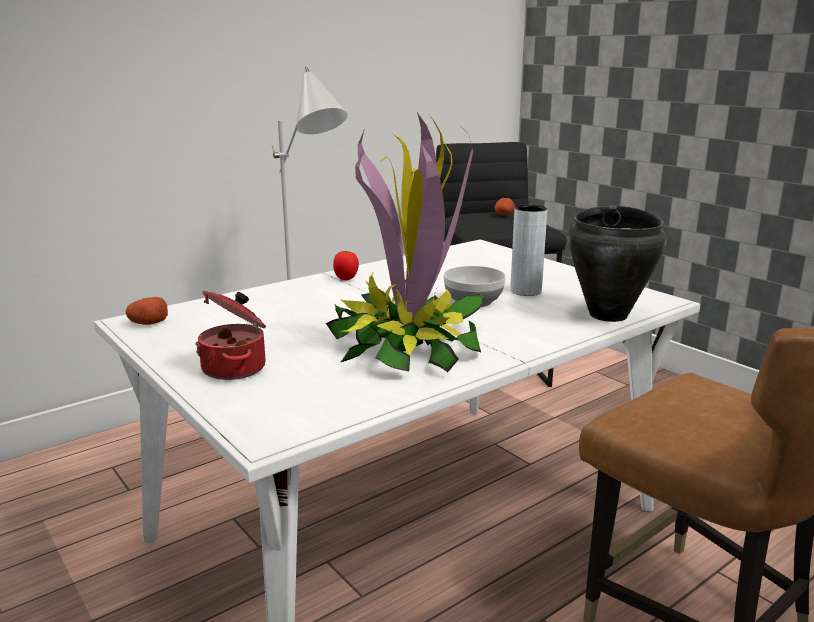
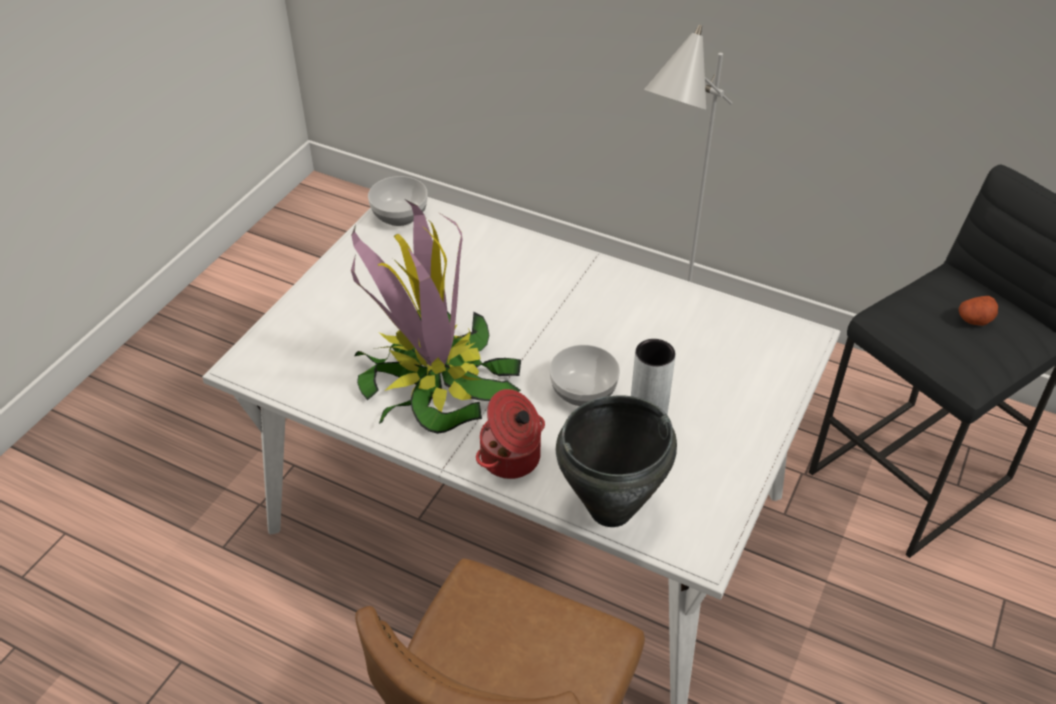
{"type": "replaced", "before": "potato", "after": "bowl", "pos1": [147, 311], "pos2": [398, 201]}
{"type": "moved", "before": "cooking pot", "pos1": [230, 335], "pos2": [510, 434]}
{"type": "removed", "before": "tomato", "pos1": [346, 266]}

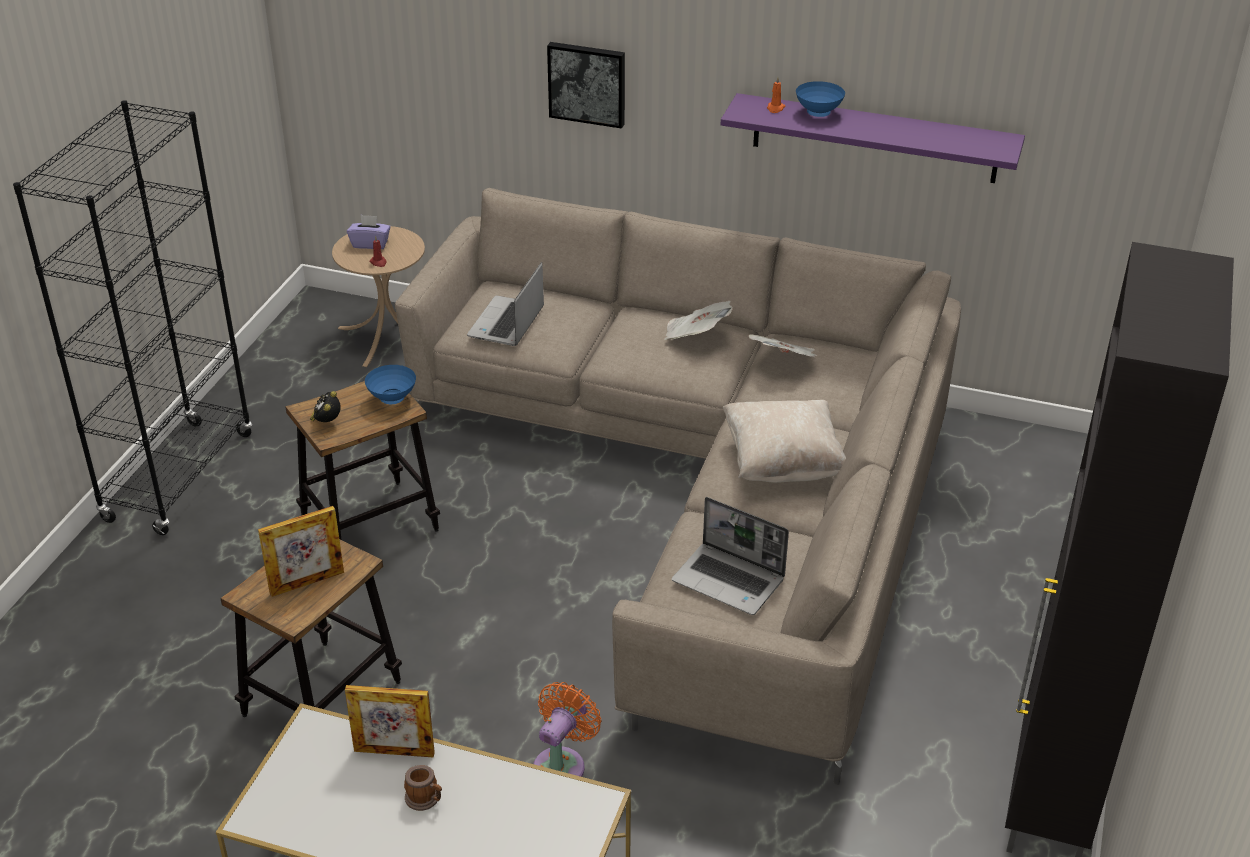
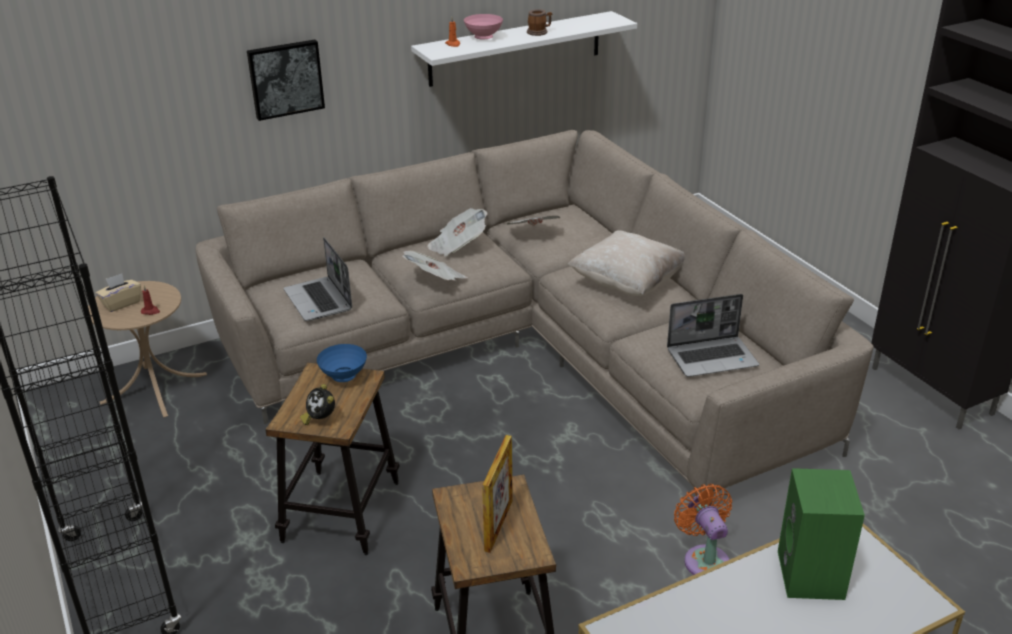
{"type": "removed", "before": "picture frame", "pos1": [390, 721]}
{"type": "recoloured", "before": "tissue box/purple", "after": "tissue box/beige", "pos1": [368, 232], "pos2": [118, 292]}
{"type": "moved", "before": "mug", "pos1": [423, 788], "pos2": [539, 22]}
{"type": "recoloured", "before": "shelf/purple", "after": "shelf/white", "pos1": [873, 138], "pos2": [524, 49]}
{"type": "recoloured", "before": "bowl/blue", "after": "bowl/pink", "pos1": [820, 99], "pos2": [483, 26]}
{"type": "added", "after": "newspaper", "pos2": [435, 265]}
{"type": "added", "after": "speaker/green", "pos2": [821, 534]}

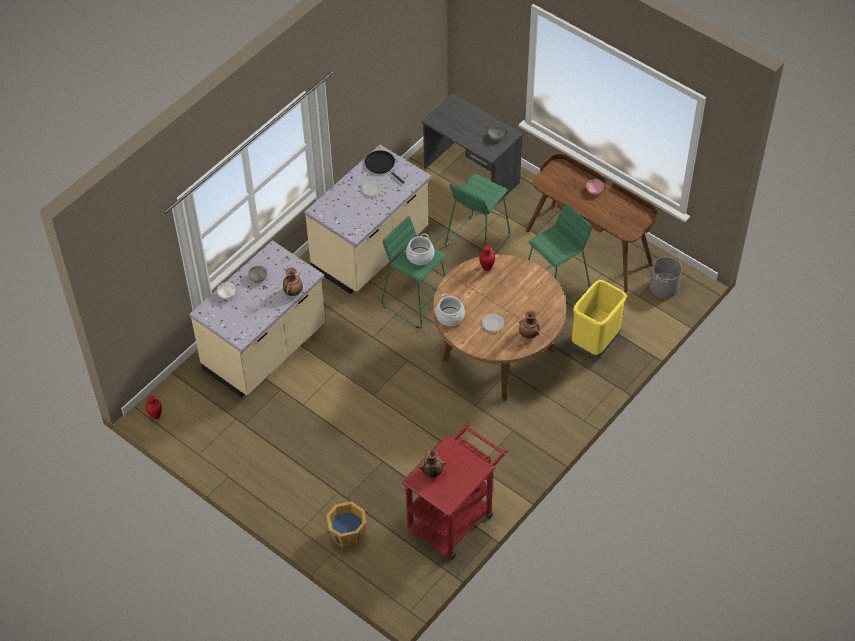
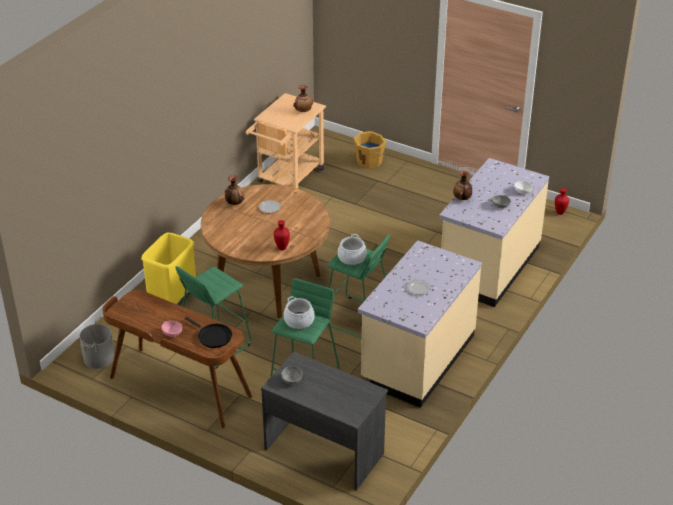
{"type": "moved", "before": "frying pan/black", "pos1": [385, 167], "pos2": [208, 332]}
{"type": "recoloured", "before": "cart/red", "after": "cart/beige", "pos1": [454, 491], "pos2": [286, 140]}
{"type": "moved", "before": "cooking pot", "pos1": [450, 309], "pos2": [299, 312]}

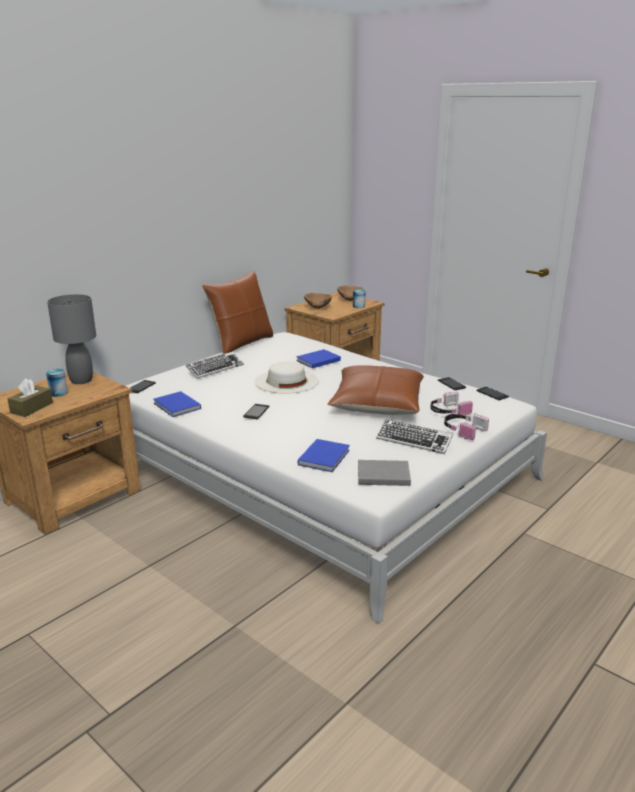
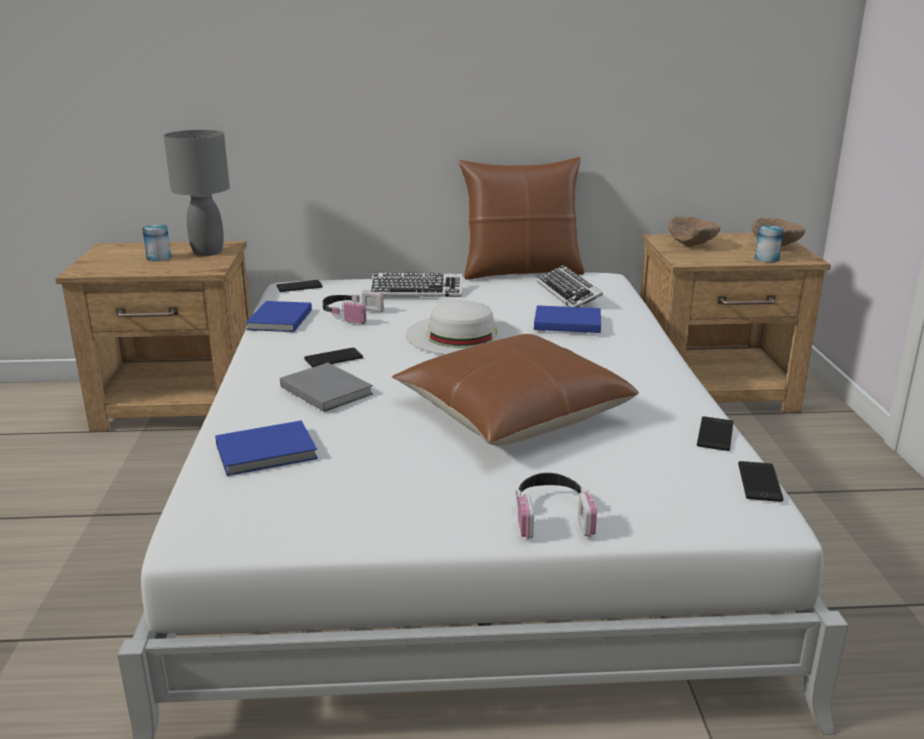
{"type": "removed", "before": "tissue box/brown", "pos1": [30, 397]}
{"type": "moved", "before": "book/grey", "pos1": [384, 473], "pos2": [326, 387]}
{"type": "moved", "before": "keyboard", "pos1": [414, 436], "pos2": [570, 286]}
{"type": "moved", "before": "headphones", "pos1": [452, 403], "pos2": [353, 306]}

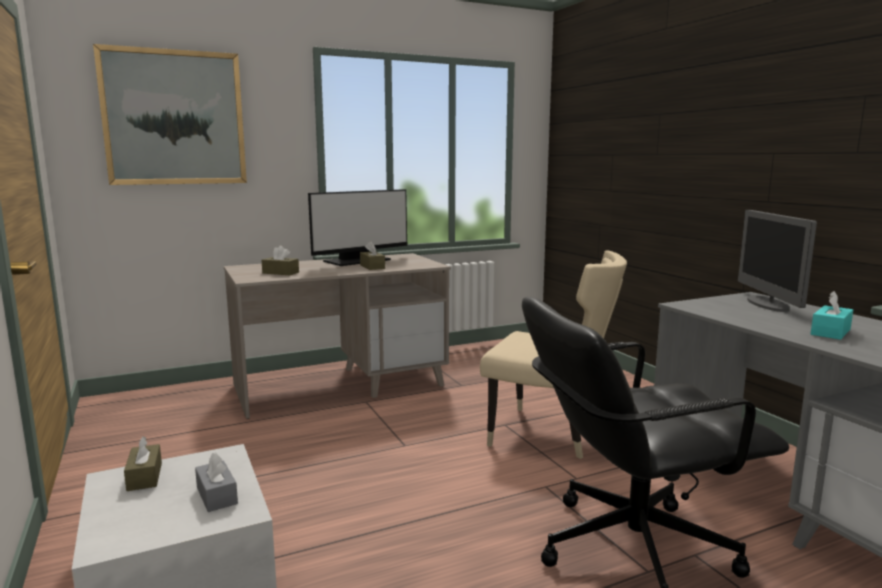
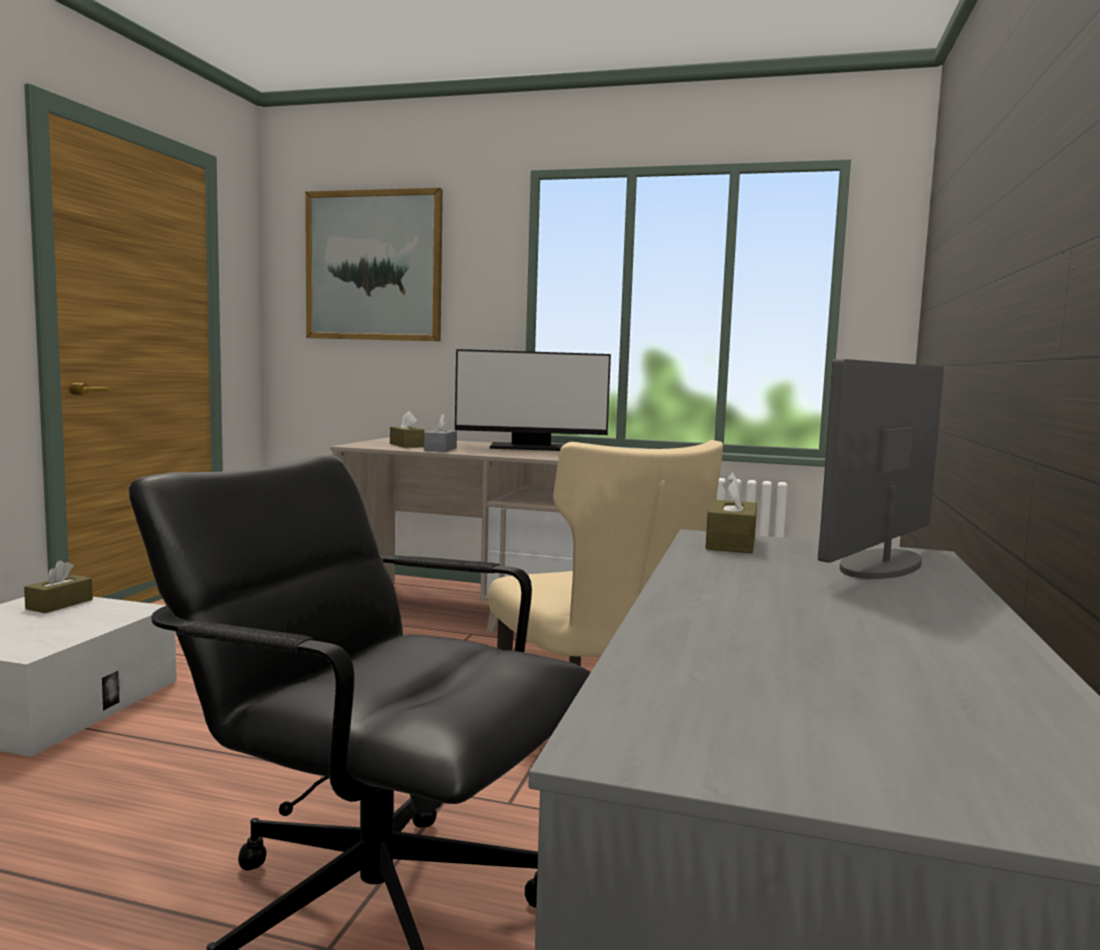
{"type": "moved", "before": "tissue box/grey", "pos1": [216, 482], "pos2": [440, 433]}
{"type": "moved", "before": "tissue box/brown", "pos1": [372, 255], "pos2": [731, 512]}
{"type": "removed", "before": "tissue box/turquoise", "pos1": [832, 315]}

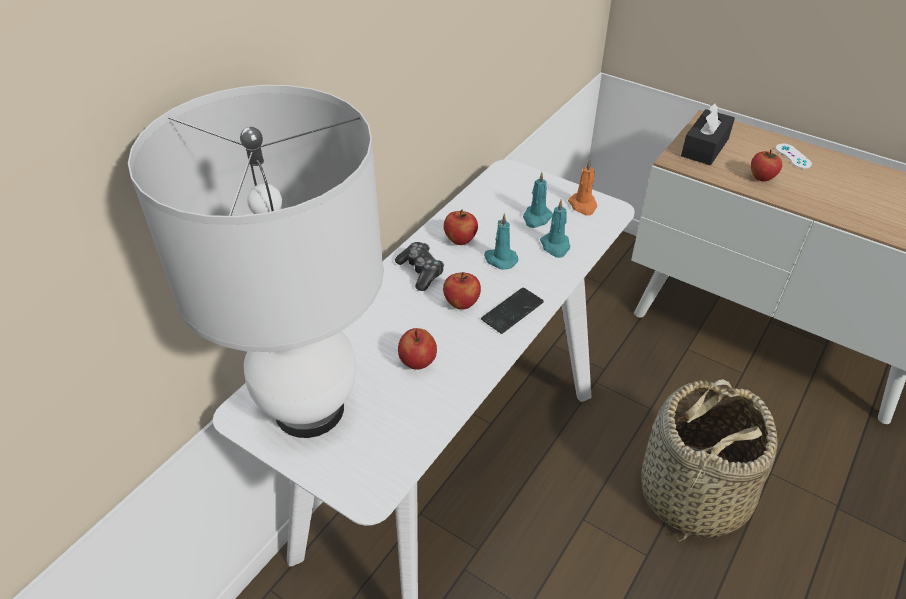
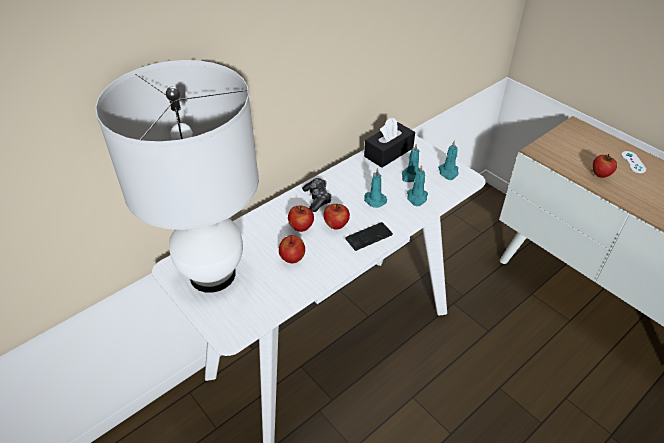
{"type": "moved", "before": "apple", "pos1": [461, 227], "pos2": [301, 219]}
{"type": "recoloured", "before": "candle/orange", "after": "candle/turquoise", "pos1": [582, 187], "pos2": [448, 160]}
{"type": "removed", "before": "basket", "pos1": [709, 460]}
{"type": "moved", "before": "tissue box/black", "pos1": [708, 133], "pos2": [389, 143]}

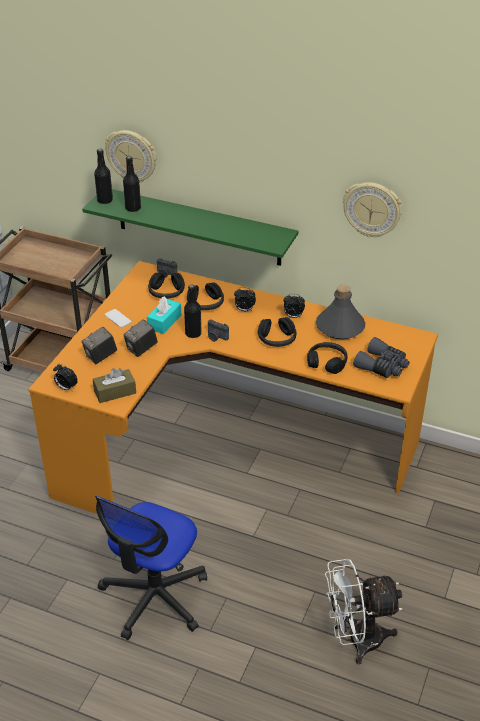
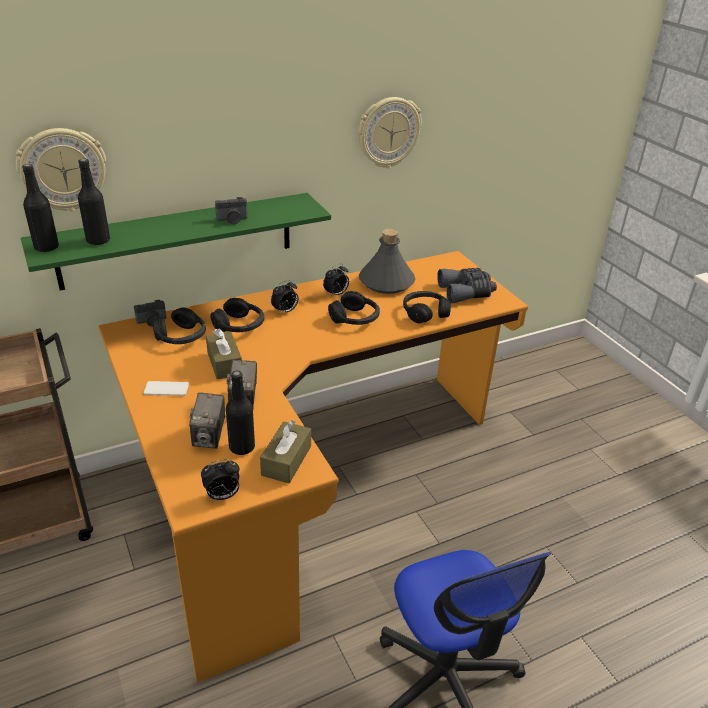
{"type": "recoloured", "before": "tissue box/turquoise", "after": "tissue box/brown", "pos1": [164, 315], "pos2": [224, 354]}
{"type": "moved", "before": "bottle/black", "pos1": [193, 311], "pos2": [240, 413]}
{"type": "moved", "before": "photo camera", "pos1": [218, 330], "pos2": [231, 210]}
{"type": "removed", "before": "fan/white", "pos1": [363, 611]}

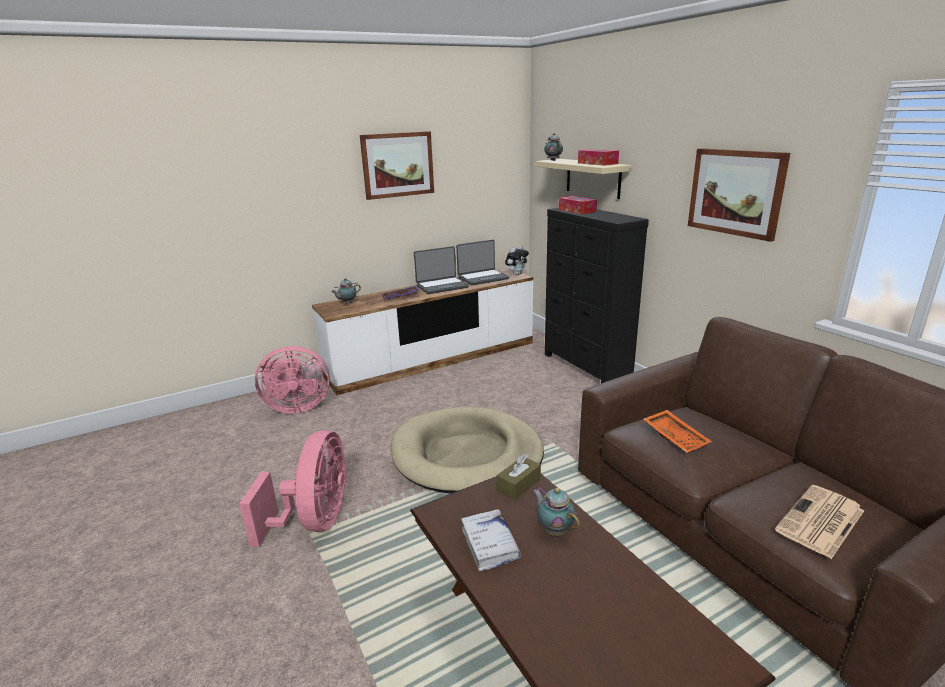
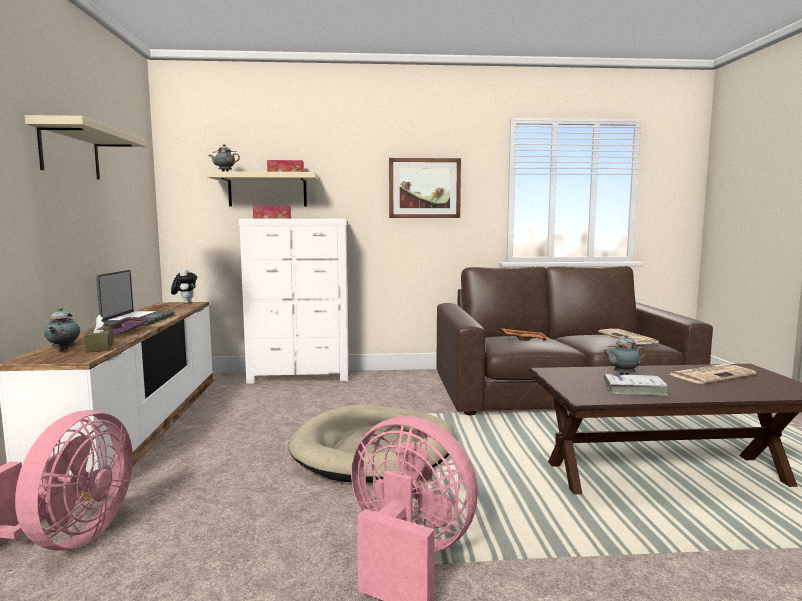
{"type": "replaced", "before": "picture", "after": "shelf/beige", "pos1": [397, 165], "pos2": [86, 147]}
{"type": "removed", "before": "laptop", "pos1": [482, 262]}
{"type": "moved", "before": "tissue box/brown", "pos1": [519, 477], "pos2": [99, 333]}
{"type": "recoloured", "before": "dresser/black", "after": "dresser/white", "pos1": [597, 295], "pos2": [294, 301]}
{"type": "added", "after": "newspaper", "pos2": [712, 374]}

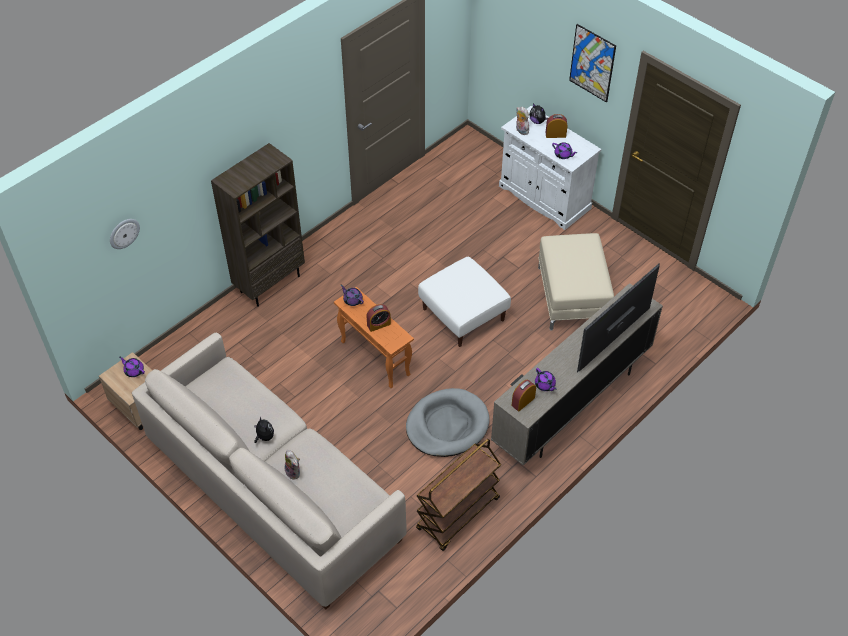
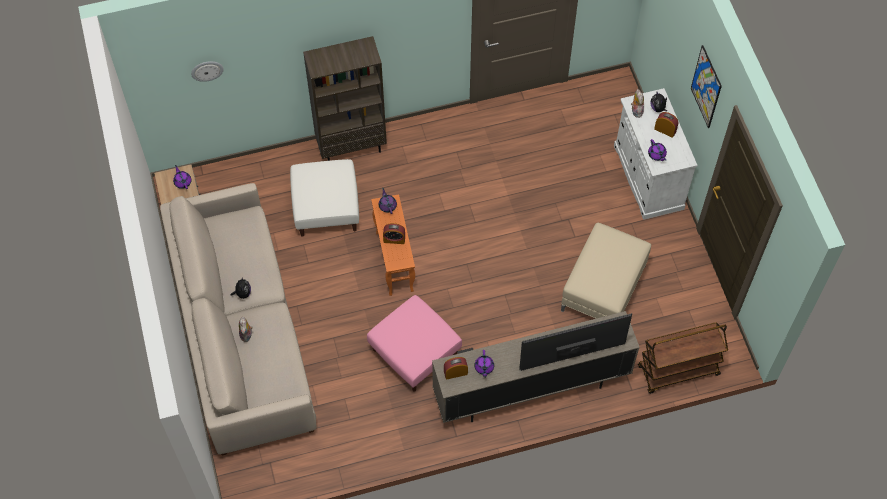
{"type": "replaced", "before": "dog bed/grey", "after": "ottoman/pink", "pos1": [448, 422], "pos2": [414, 343]}
{"type": "moved", "before": "cart/brown", "pos1": [458, 495], "pos2": [683, 358]}
{"type": "moved", "before": "ottoman/white", "pos1": [464, 302], "pos2": [324, 198]}

